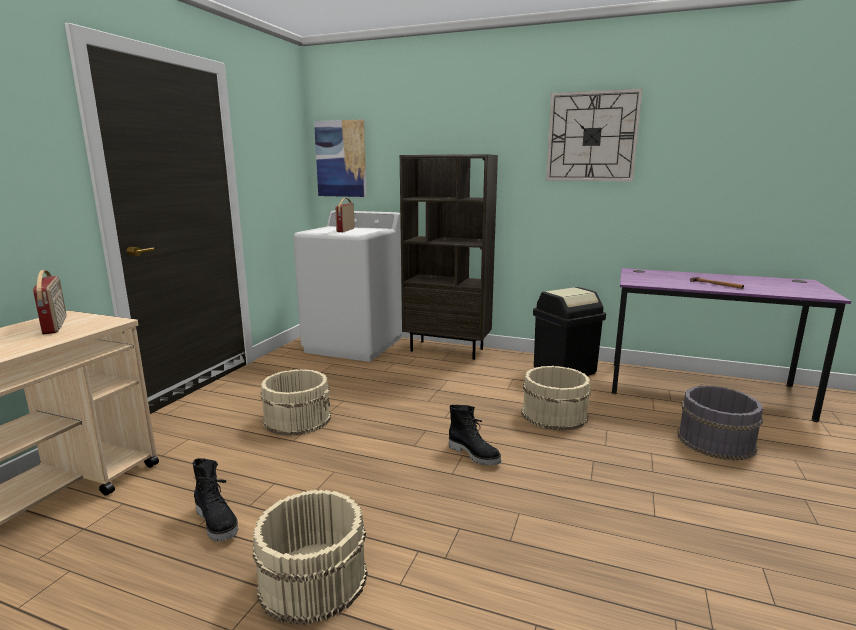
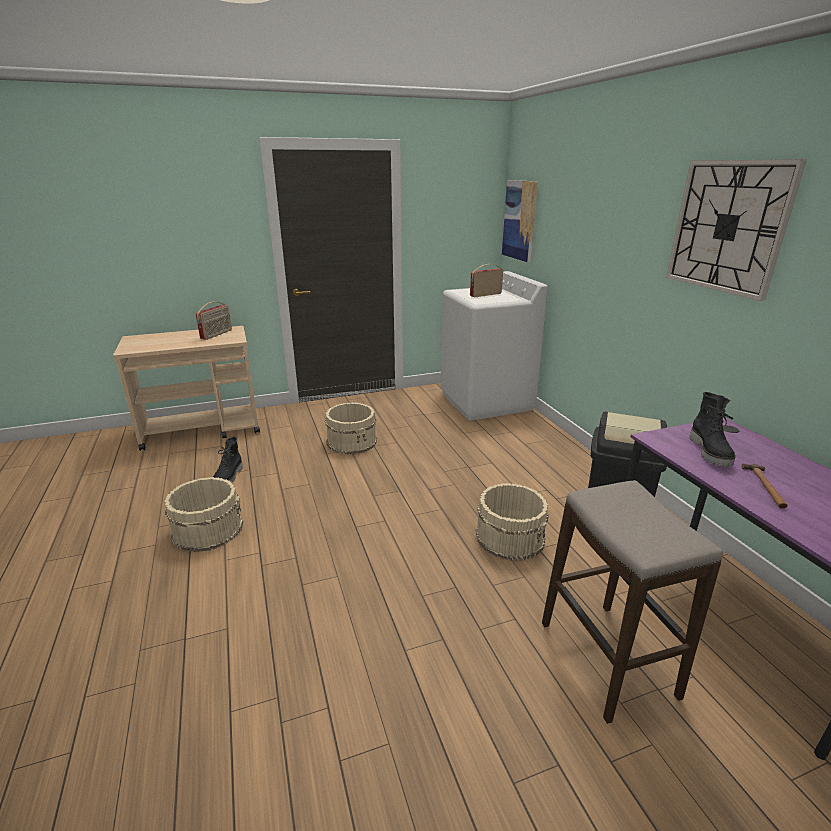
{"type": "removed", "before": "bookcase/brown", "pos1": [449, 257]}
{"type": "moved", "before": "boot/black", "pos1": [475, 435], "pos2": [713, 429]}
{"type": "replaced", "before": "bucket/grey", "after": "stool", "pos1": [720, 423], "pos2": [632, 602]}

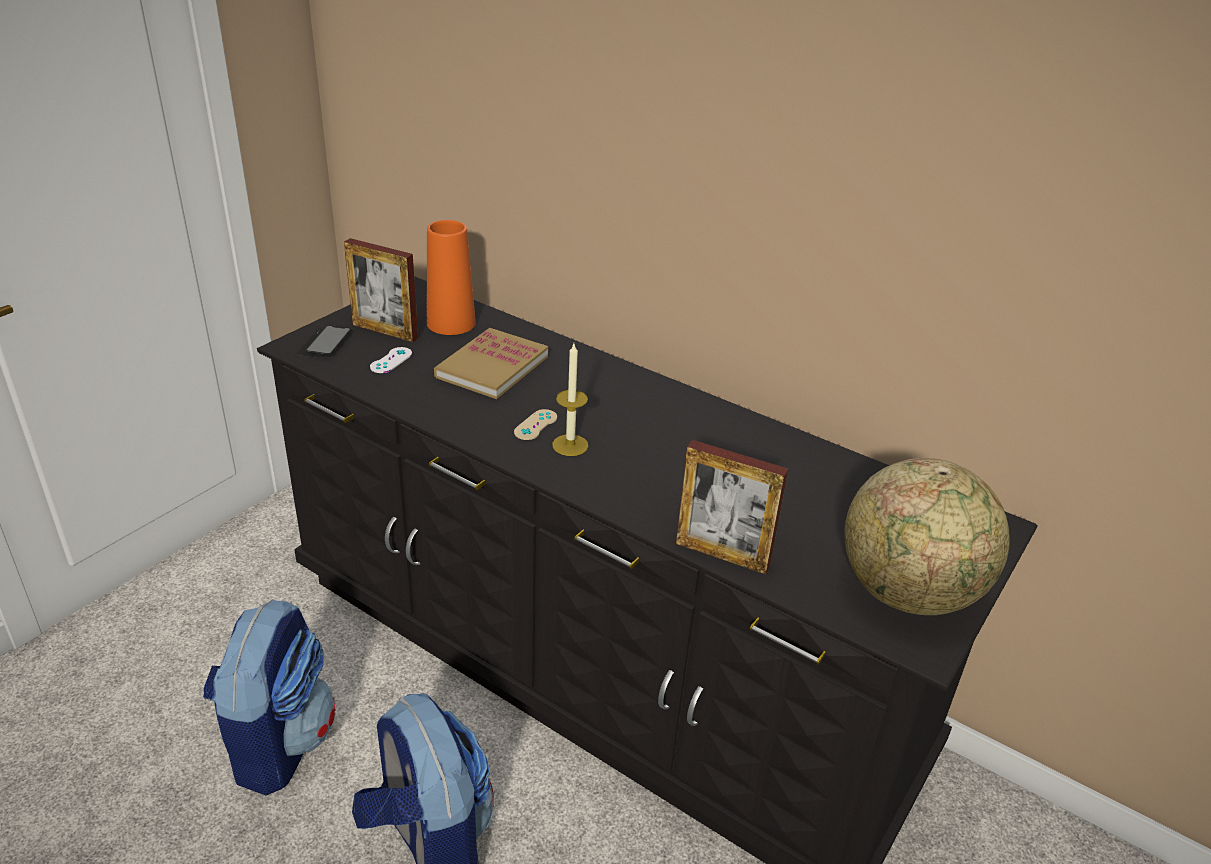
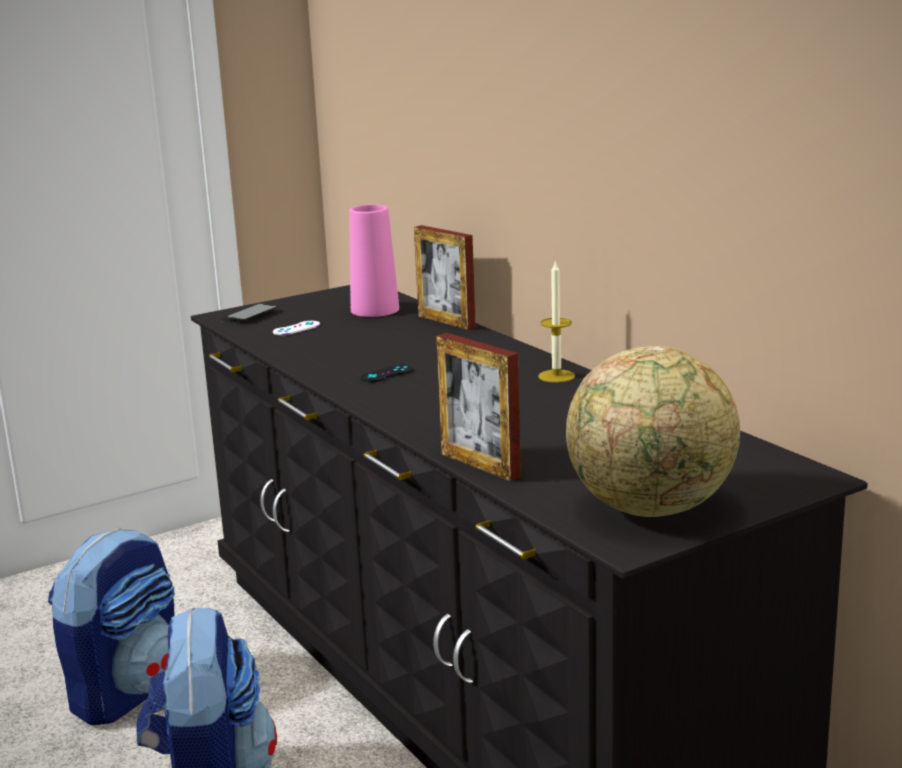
{"type": "moved", "before": "picture frame", "pos1": [381, 290], "pos2": [445, 277]}
{"type": "recoloured", "before": "vase/orange", "after": "vase/pink", "pos1": [451, 277], "pos2": [374, 260]}
{"type": "removed", "before": "book", "pos1": [491, 363]}
{"type": "recoloured", "before": "game controller/beige", "after": "game controller/black", "pos1": [535, 424], "pos2": [386, 373]}
{"type": "moved", "before": "candle", "pos1": [570, 400], "pos2": [556, 321]}

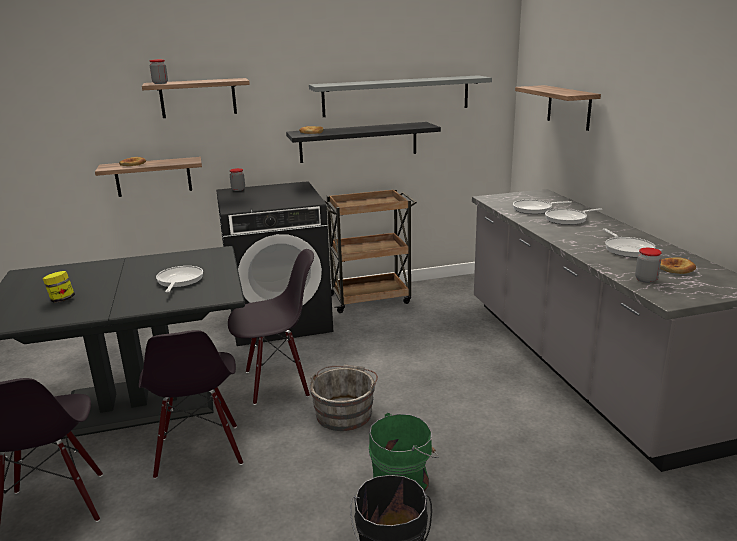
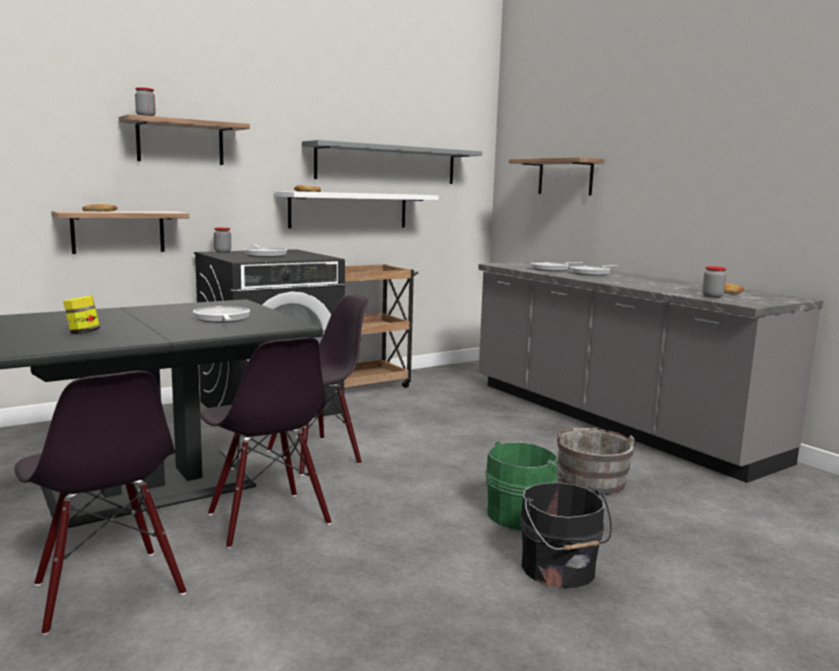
{"type": "recoloured", "before": "shelf/black", "after": "shelf/white", "pos1": [363, 142], "pos2": [356, 209]}
{"type": "moved", "before": "bucket/grey", "pos1": [344, 397], "pos2": [595, 460]}
{"type": "moved", "before": "frying pan", "pos1": [629, 242], "pos2": [265, 251]}

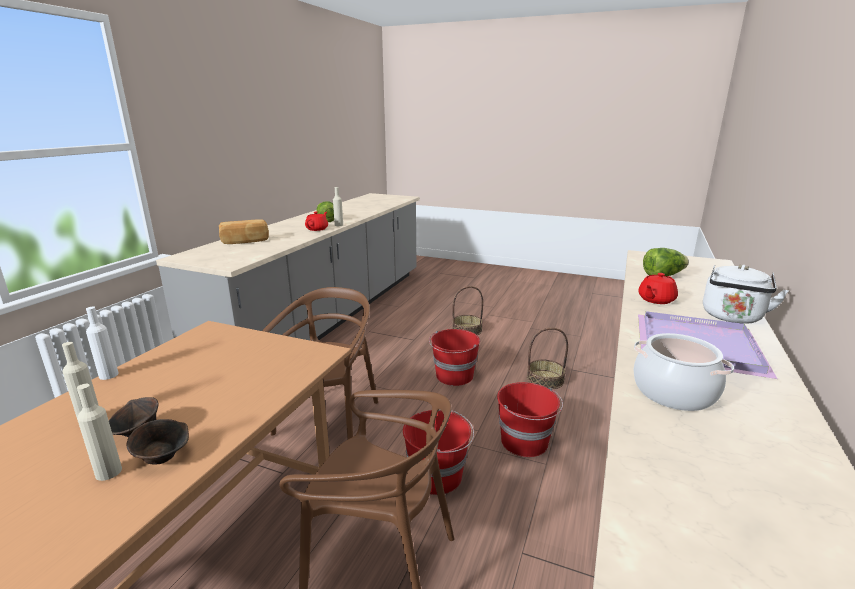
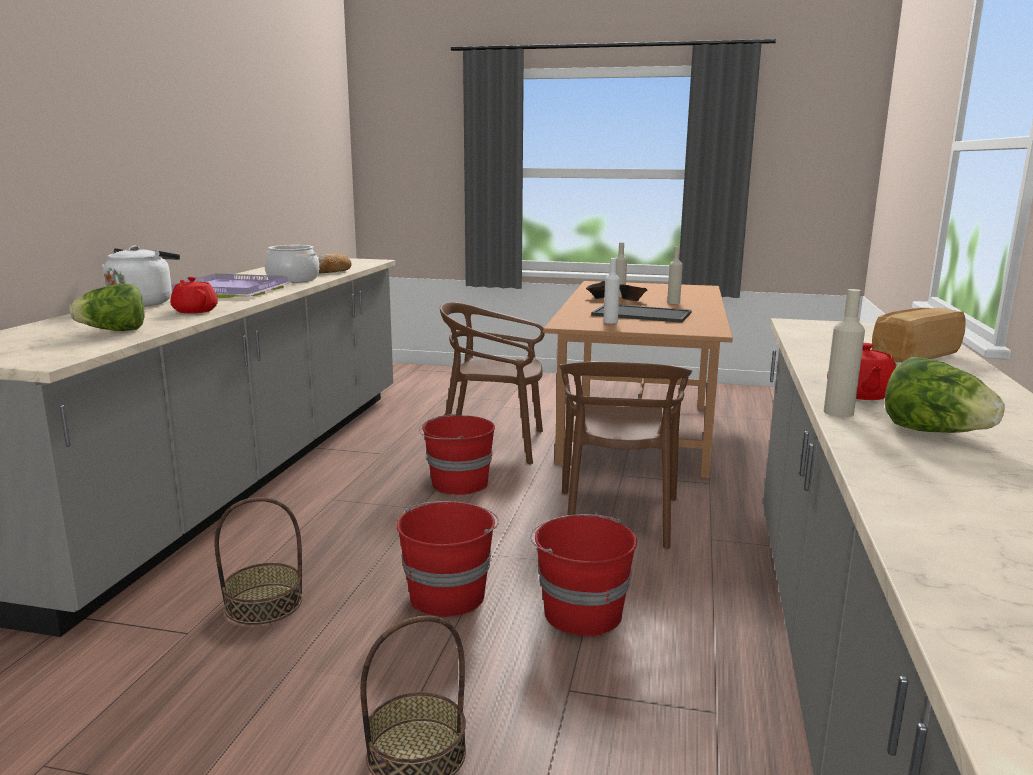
{"type": "moved", "before": "bottle/white", "pos1": [102, 343], "pos2": [612, 290]}
{"type": "moved", "before": "bucket/red", "pos1": [530, 419], "pos2": [583, 575]}
{"type": "turned", "before": "teapot/red", "pos1": [658, 288], "pos2": [194, 295], "turn": -75}
{"type": "added", "after": "bread", "pos2": [335, 263]}
{"type": "added", "after": "tray", "pos2": [641, 314]}

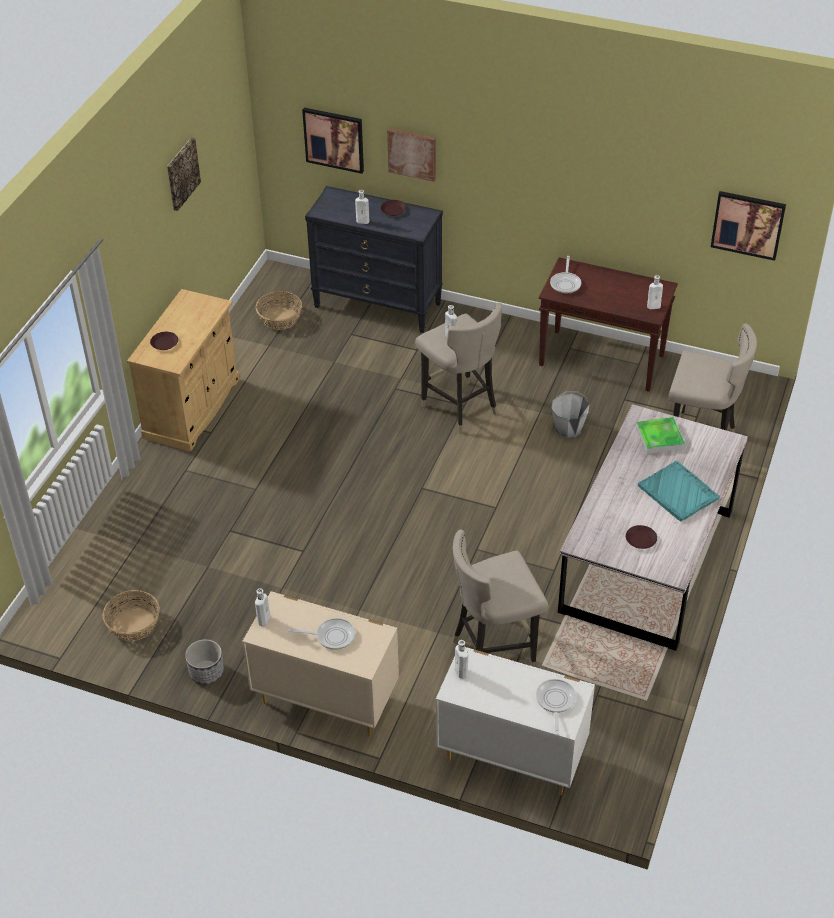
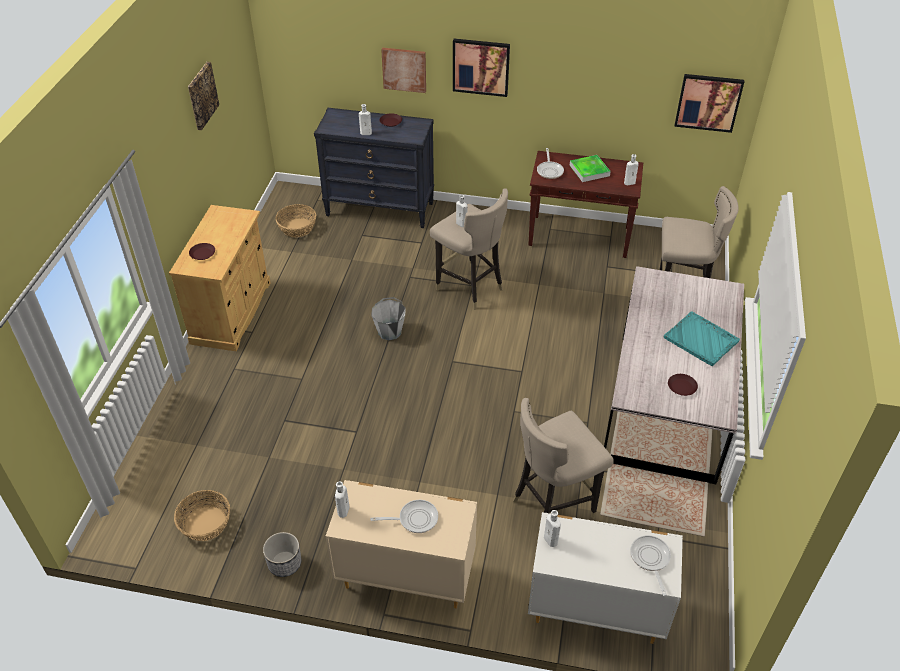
{"type": "moved", "before": "picture", "pos1": [333, 141], "pos2": [481, 68]}
{"type": "moved", "before": "bucket/grey", "pos1": [570, 414], "pos2": [388, 318]}
{"type": "moved", "before": "tray", "pos1": [660, 435], "pos2": [590, 168]}

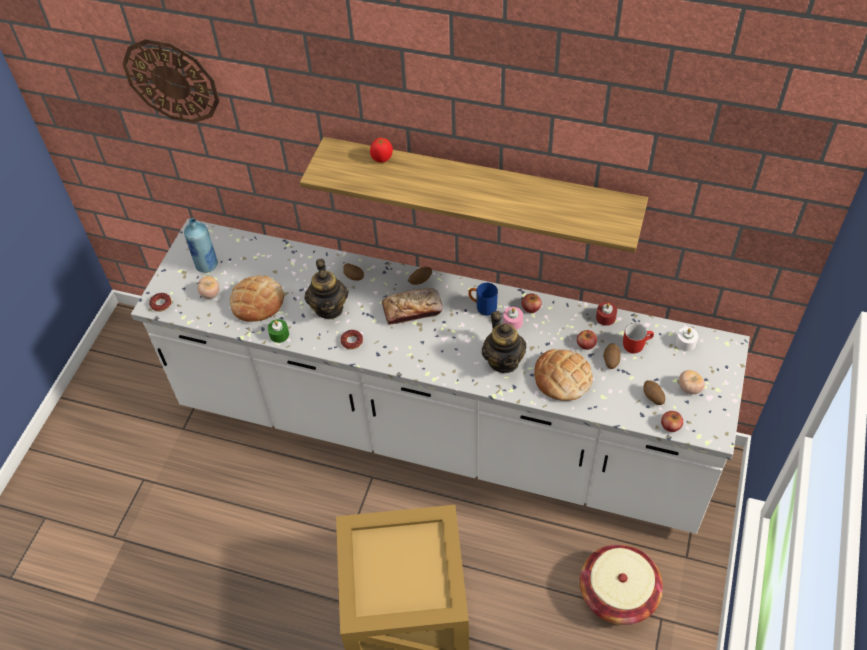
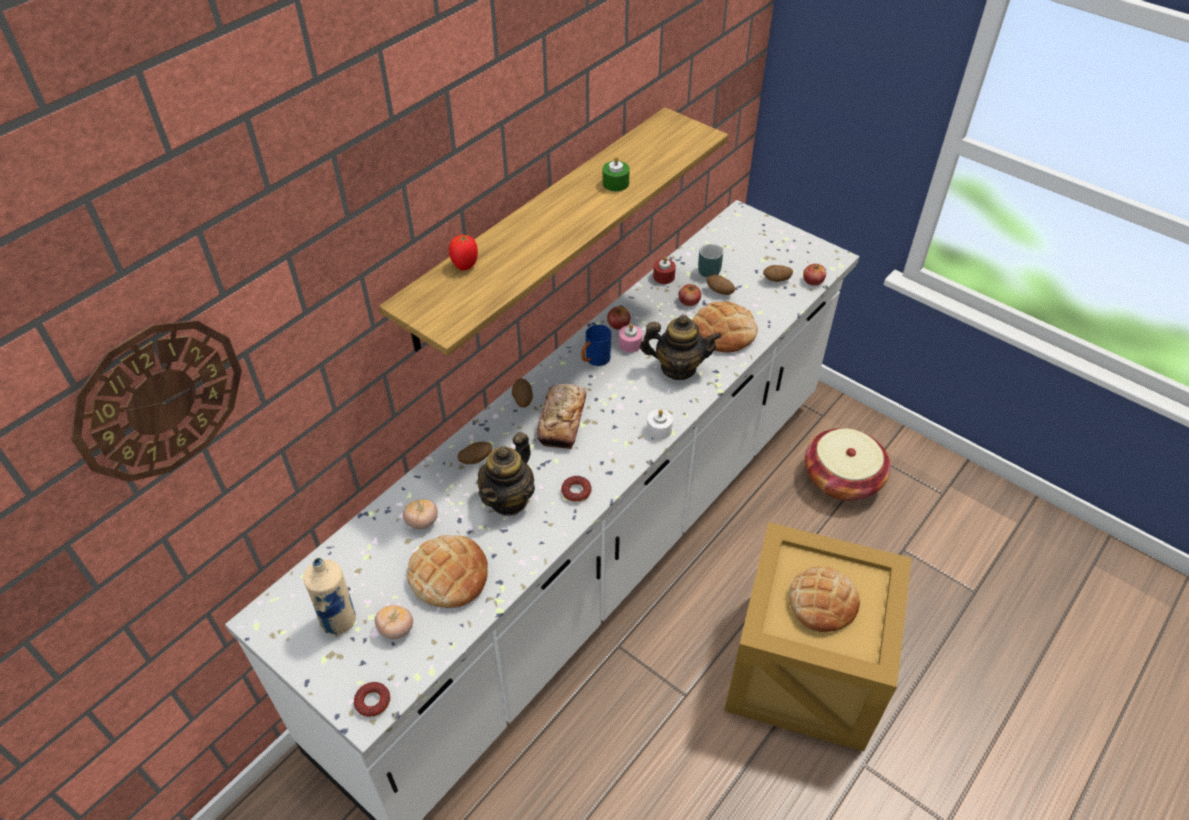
{"type": "recoloured", "before": "bottle/blue", "after": "bottle/beige", "pos1": [201, 245], "pos2": [329, 597]}
{"type": "moved", "before": "candle/green", "pos1": [278, 331], "pos2": [616, 174]}
{"type": "turned", "before": "teapot", "pos1": [326, 289], "pos2": [506, 474], "turn": 105}
{"type": "recoloured", "before": "mug/red", "after": "mug/turquoise", "pos1": [638, 338], "pos2": [710, 260]}
{"type": "moved", "before": "candle/white", "pos1": [687, 339], "pos2": [660, 424]}
{"type": "moved", "before": "tomato", "pos1": [692, 382], "pos2": [420, 514]}
{"type": "added", "after": "bread", "pos2": [824, 599]}

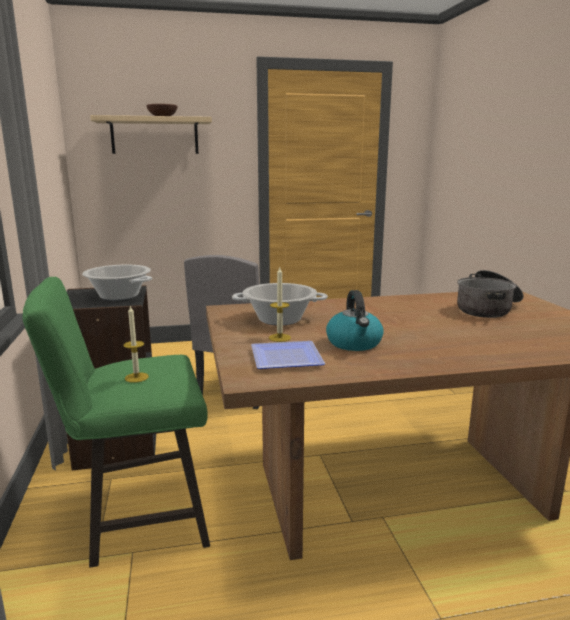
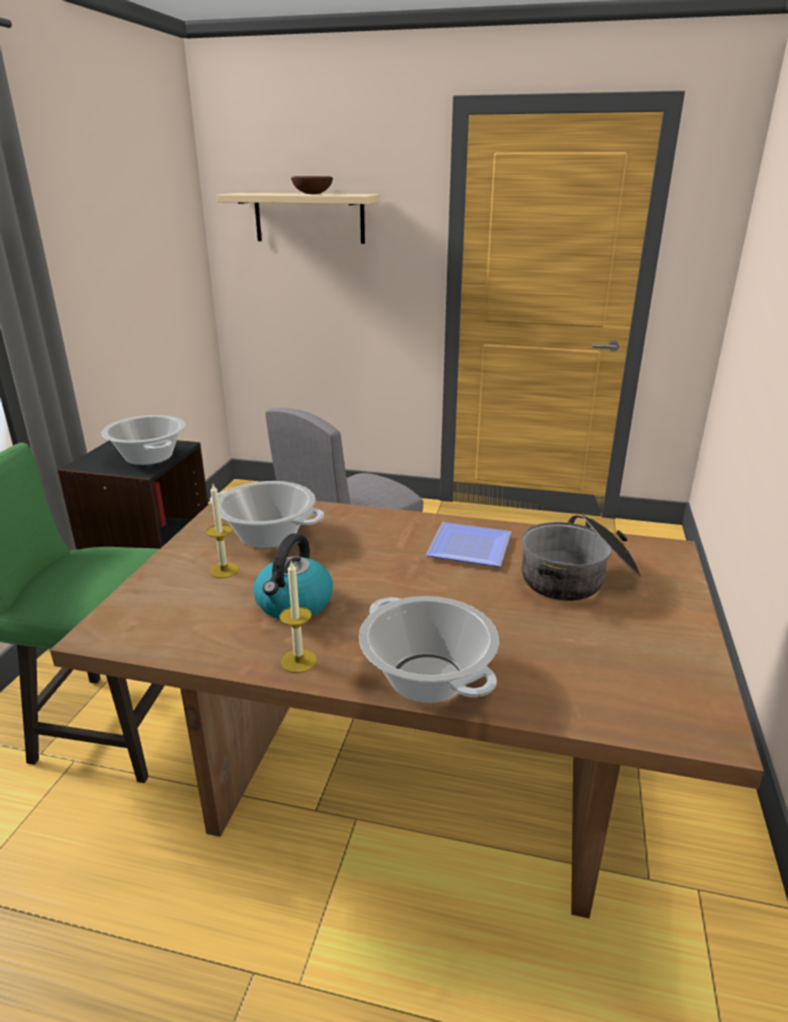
{"type": "moved", "before": "candle", "pos1": [136, 344], "pos2": [298, 617]}
{"type": "moved", "before": "plate", "pos1": [288, 355], "pos2": [468, 544]}
{"type": "added", "after": "cooking pot", "pos2": [429, 649]}

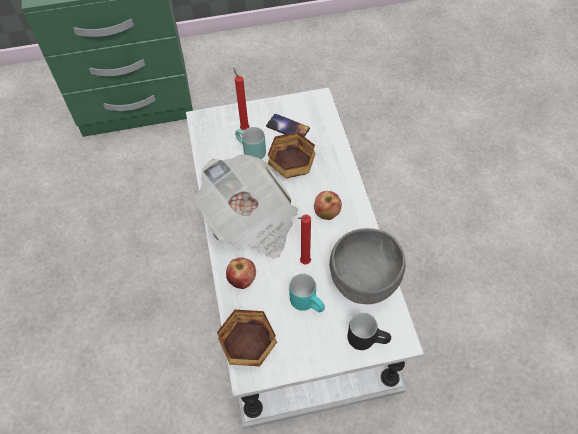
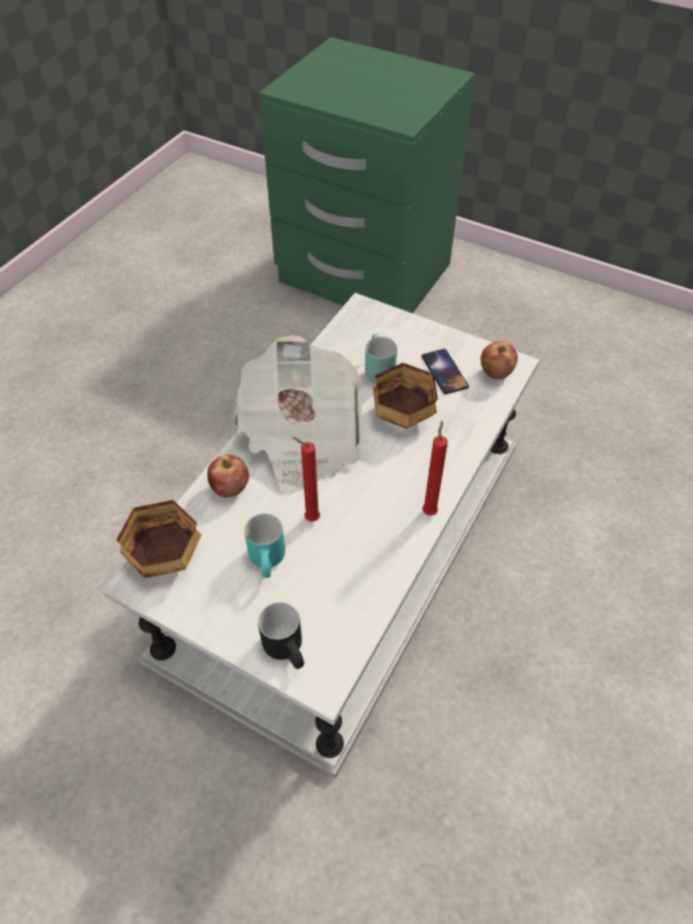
{"type": "moved", "before": "candle/red", "pos1": [241, 98], "pos2": [435, 468]}
{"type": "moved", "before": "apple", "pos1": [328, 205], "pos2": [499, 360]}
{"type": "removed", "before": "bowl/grey", "pos1": [367, 266]}

